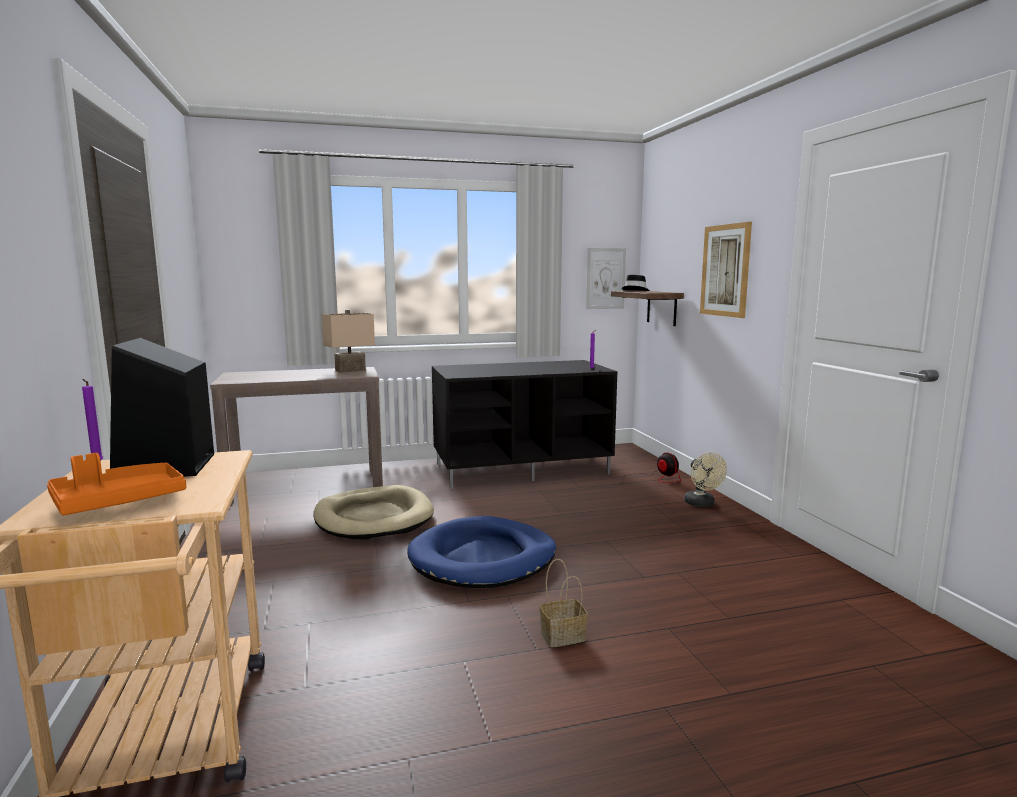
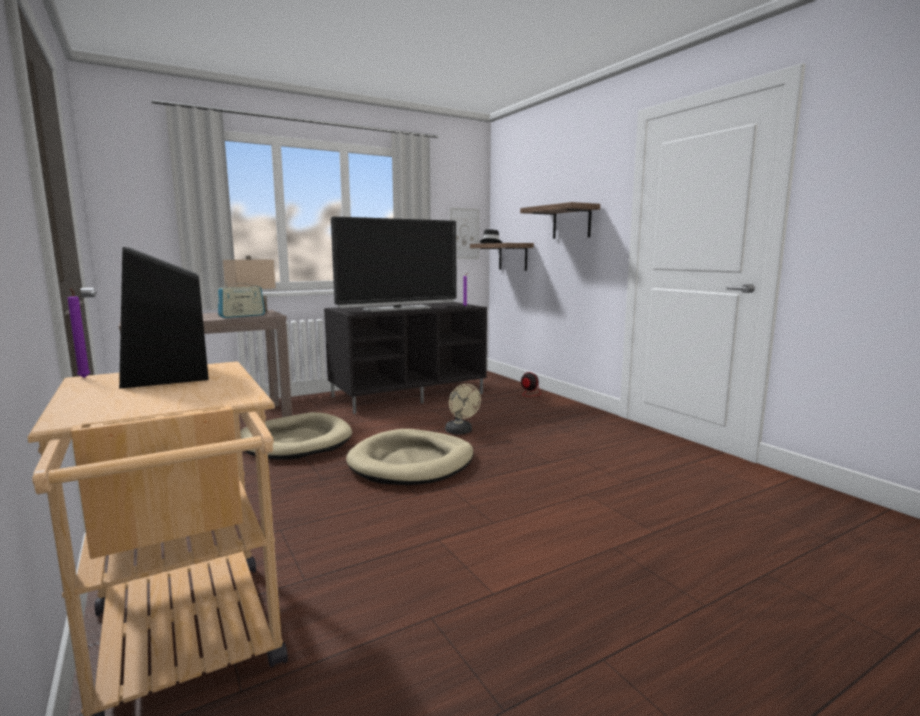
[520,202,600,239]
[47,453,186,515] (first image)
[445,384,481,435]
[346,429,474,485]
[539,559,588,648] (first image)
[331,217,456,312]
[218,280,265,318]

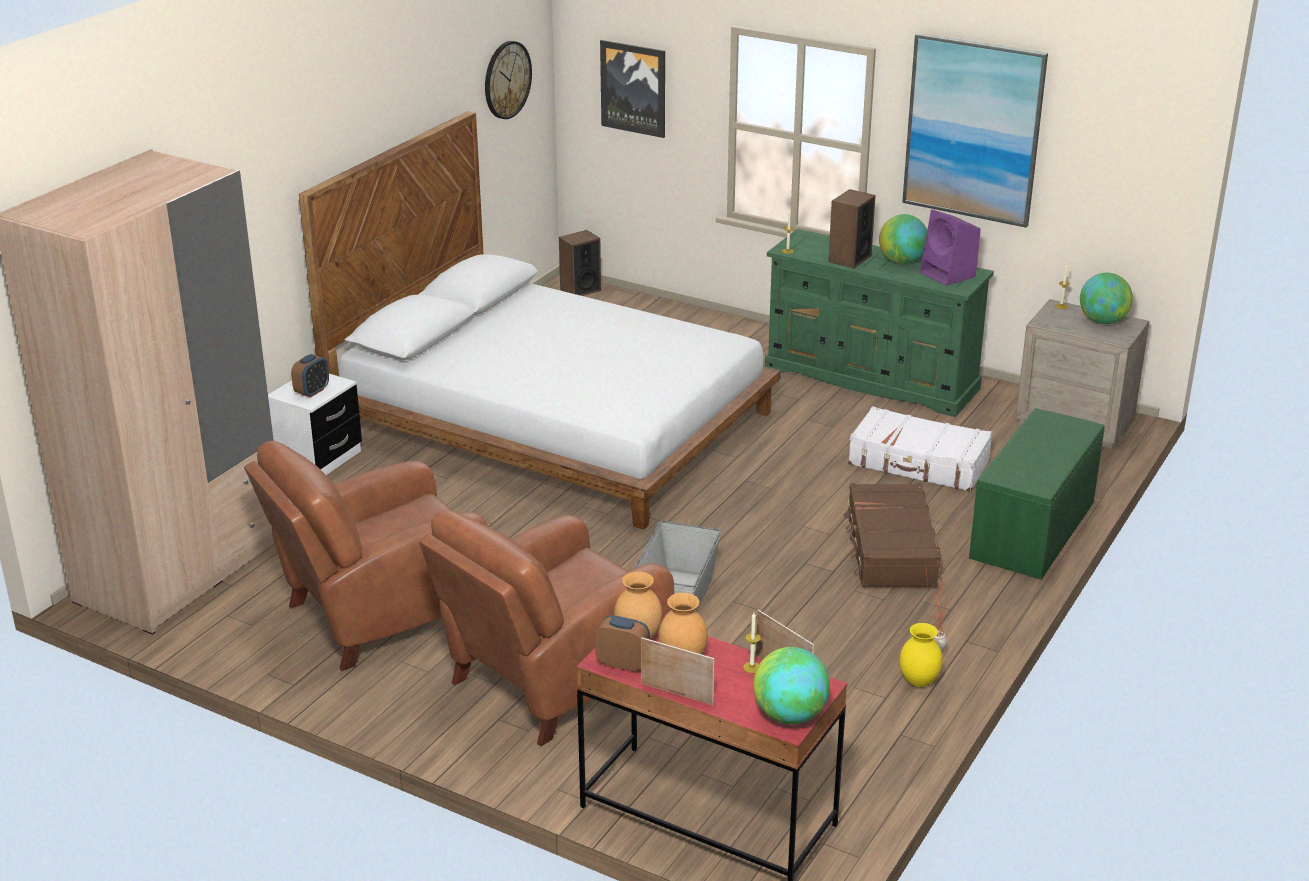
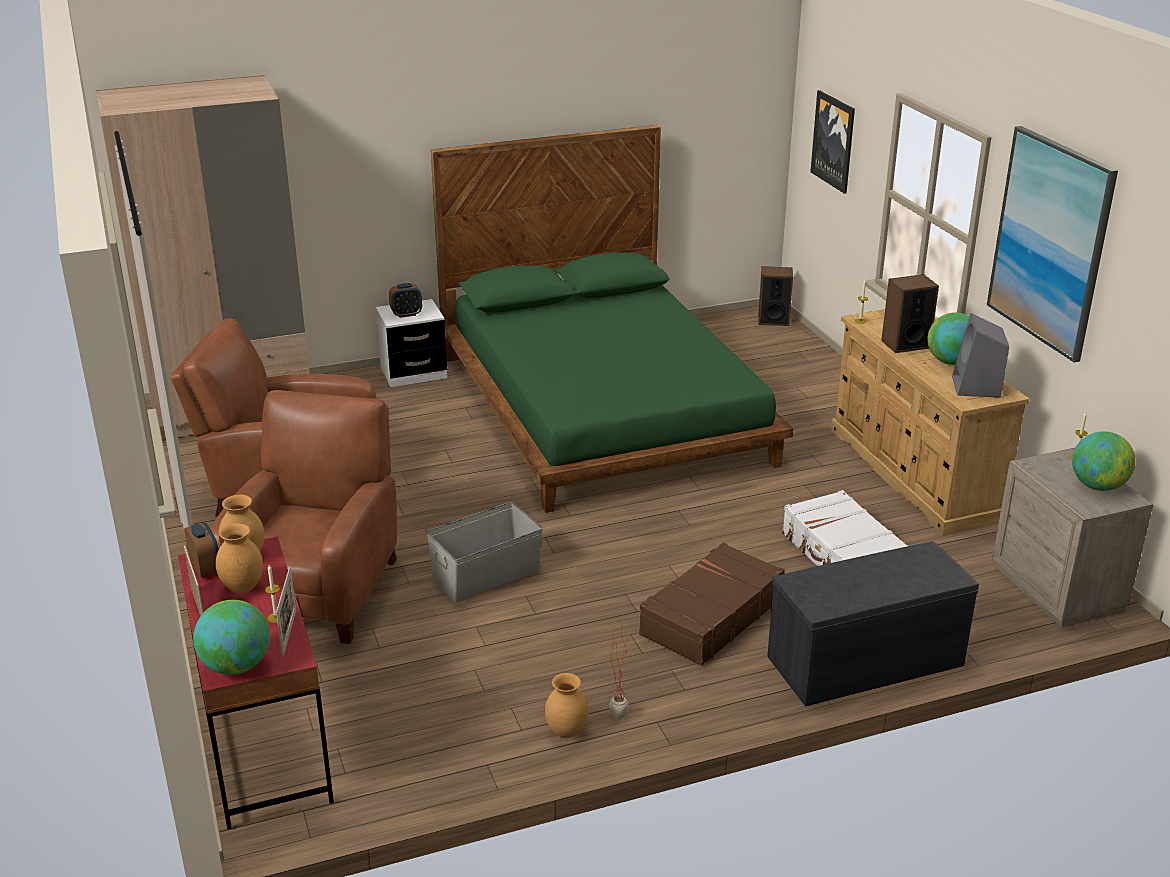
[485,41,532,119] (first image)
[431,125,793,513]
[952,313,1009,398]
[831,309,1029,536]
[767,541,979,707]
[210,390,397,644]
[545,673,589,738]

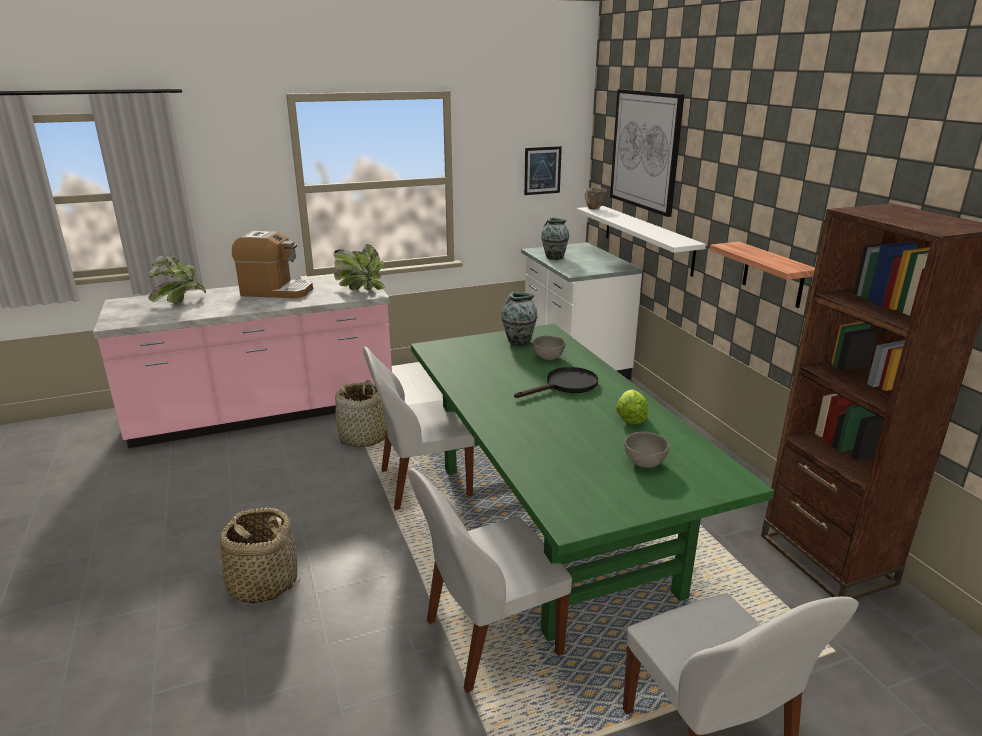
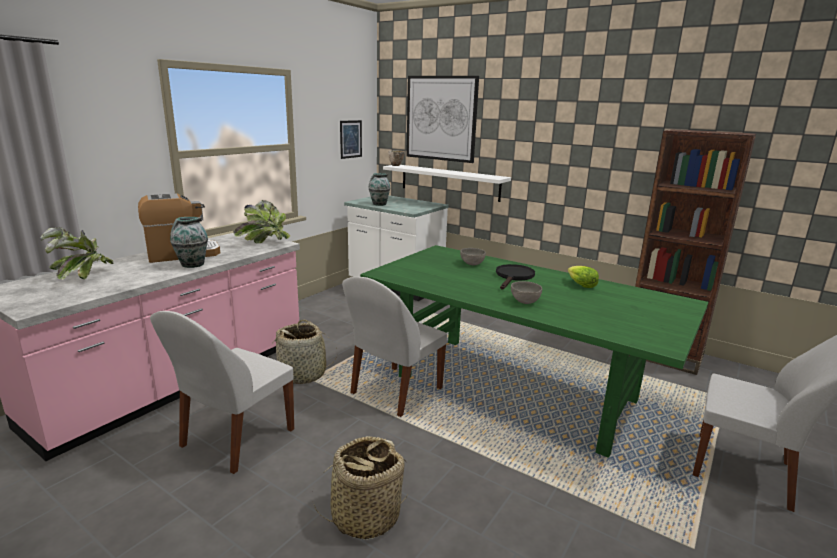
[709,242,815,308] (first image)
[170,217,208,268]
[511,281,542,304]
[150,311,294,474]

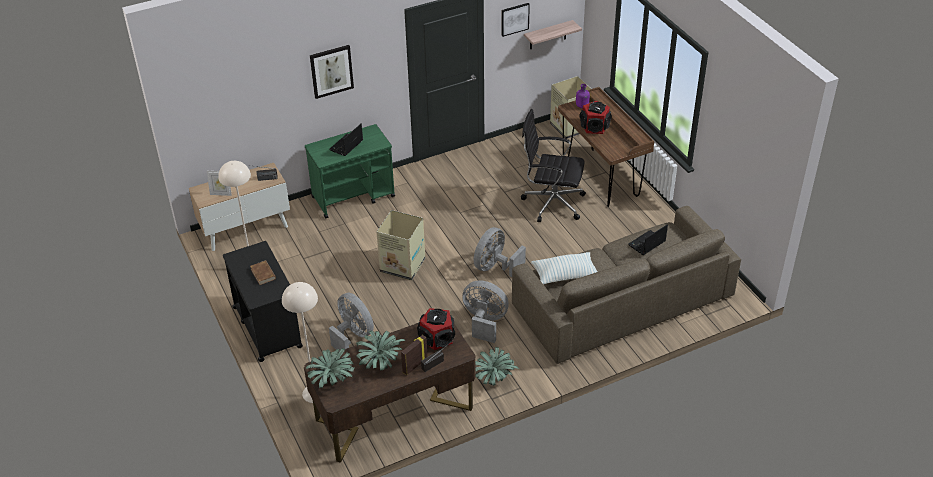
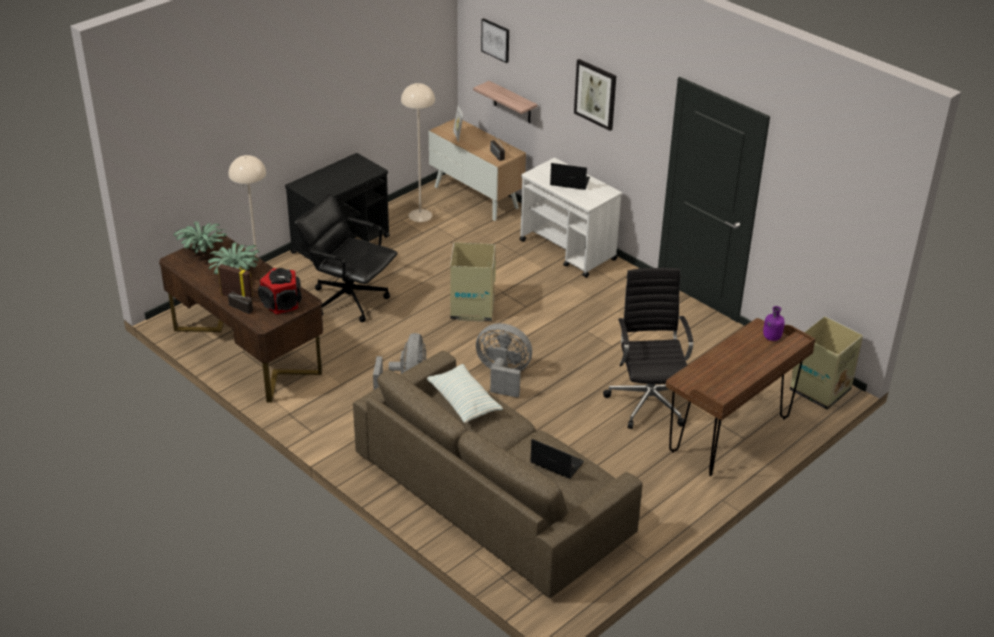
[481,18,509,63]
[473,81,537,123]
[580,101,612,134] (first image)
[519,158,622,278]
[250,260,276,285] (first image)
[294,193,398,322]
[475,347,519,386] (first image)

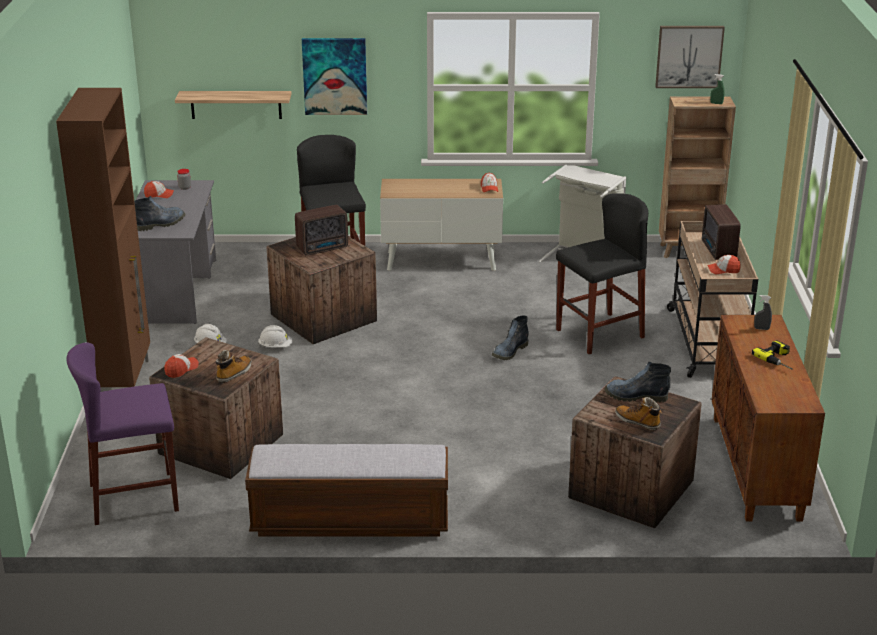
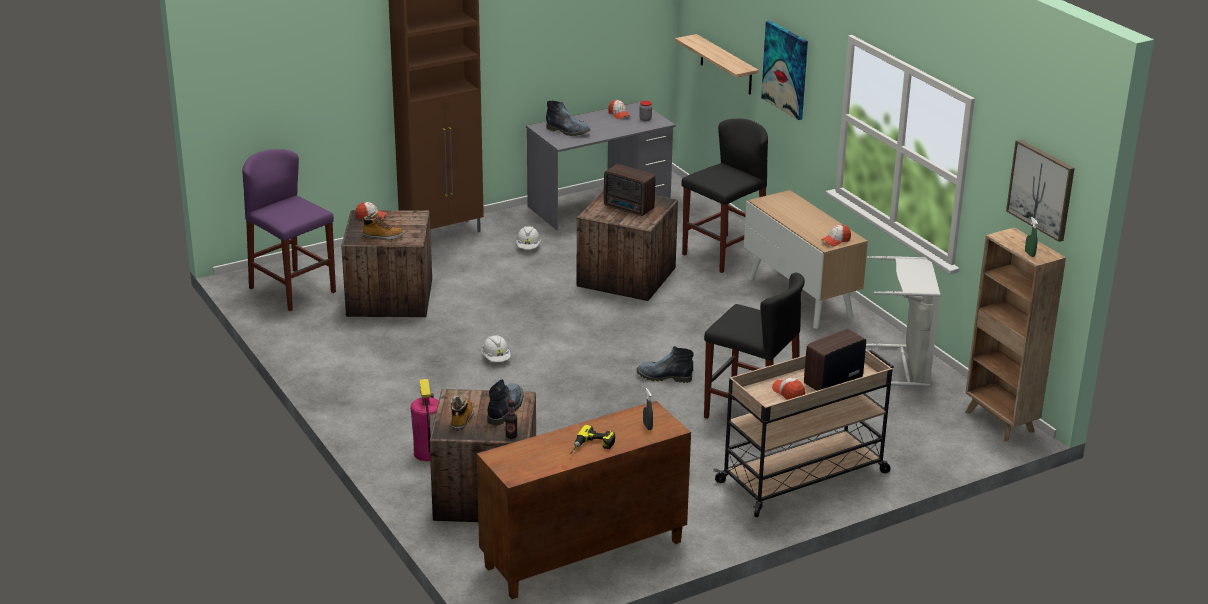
[482,335,510,362]
[487,379,524,425]
[245,444,448,536] (first image)
[411,379,439,461]
[505,400,518,439]

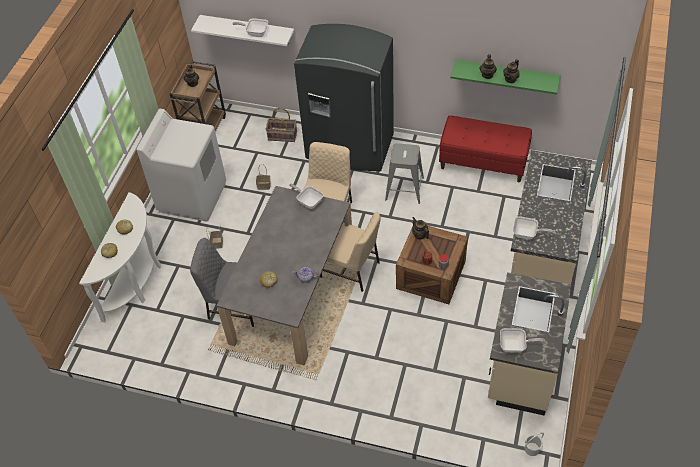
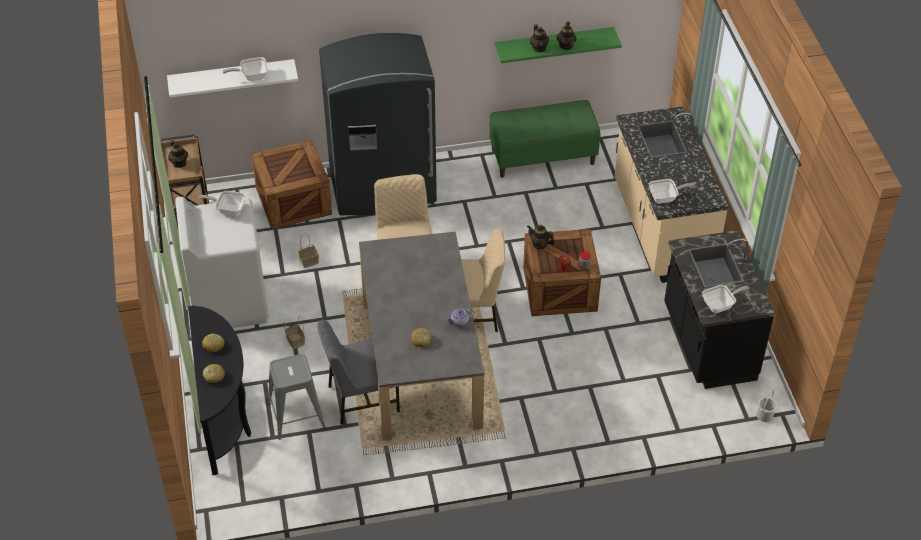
[251,140,332,229]
[489,100,600,178]
[268,354,326,440]
[199,191,246,216]
[188,306,251,475]
[664,230,775,389]

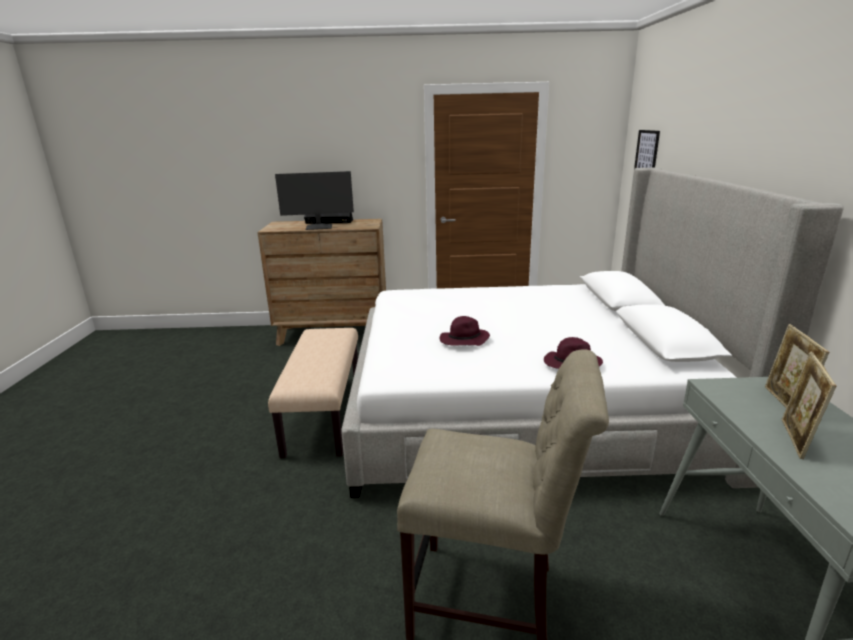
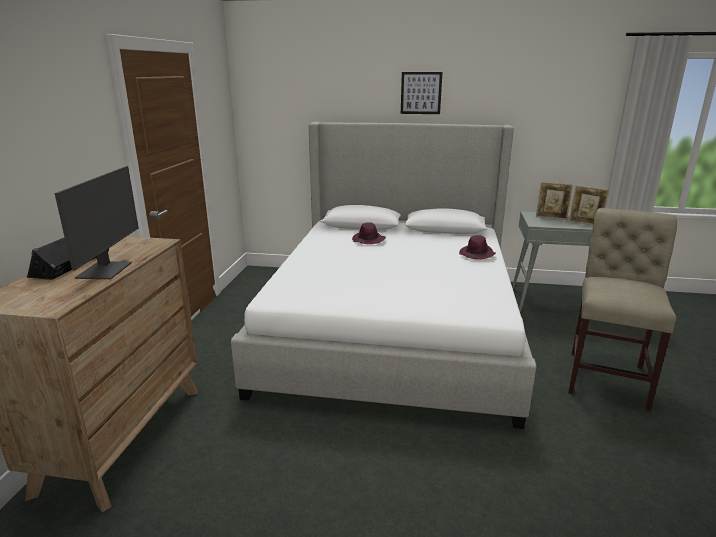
[401,72,443,114]
[352,223,386,244]
[268,328,358,458] (first image)

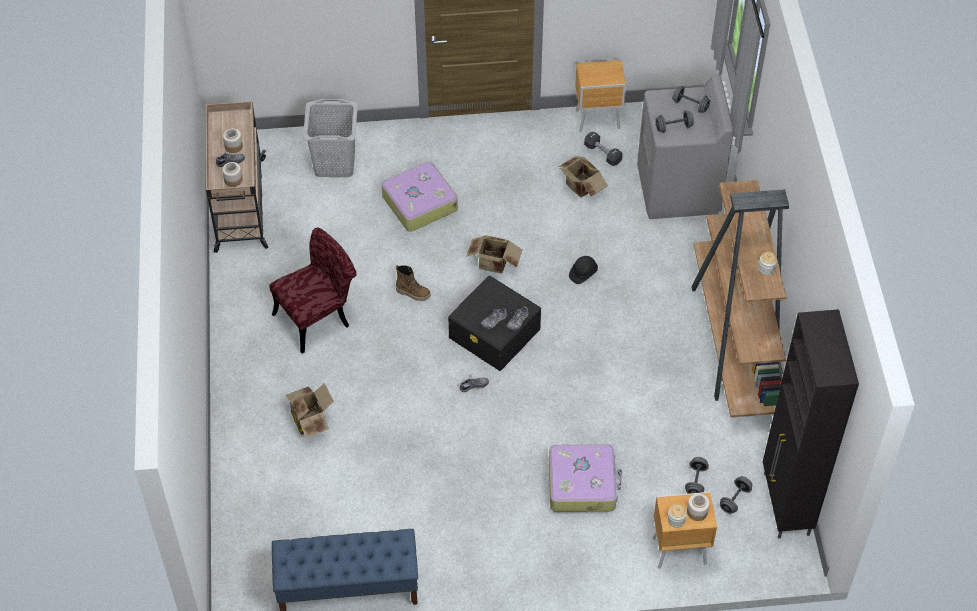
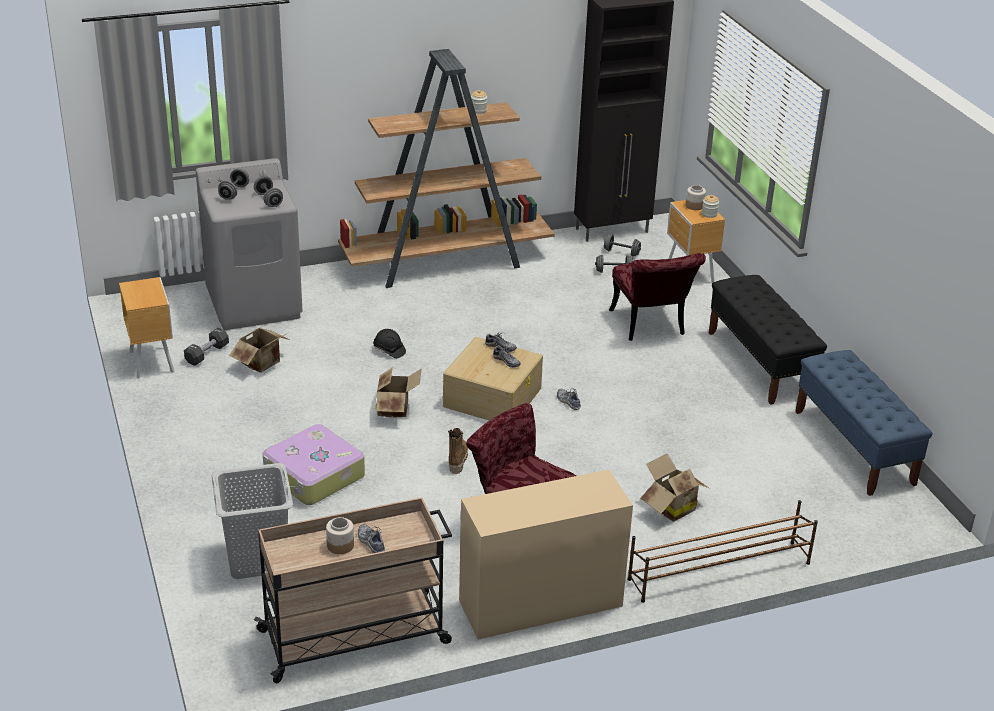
[222,162,243,187] (first image)
[442,337,543,421]
[609,253,706,341]
[709,275,827,405]
[459,470,633,640]
[627,500,818,603]

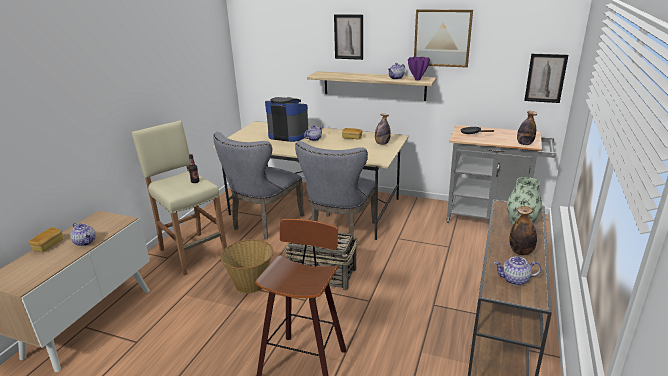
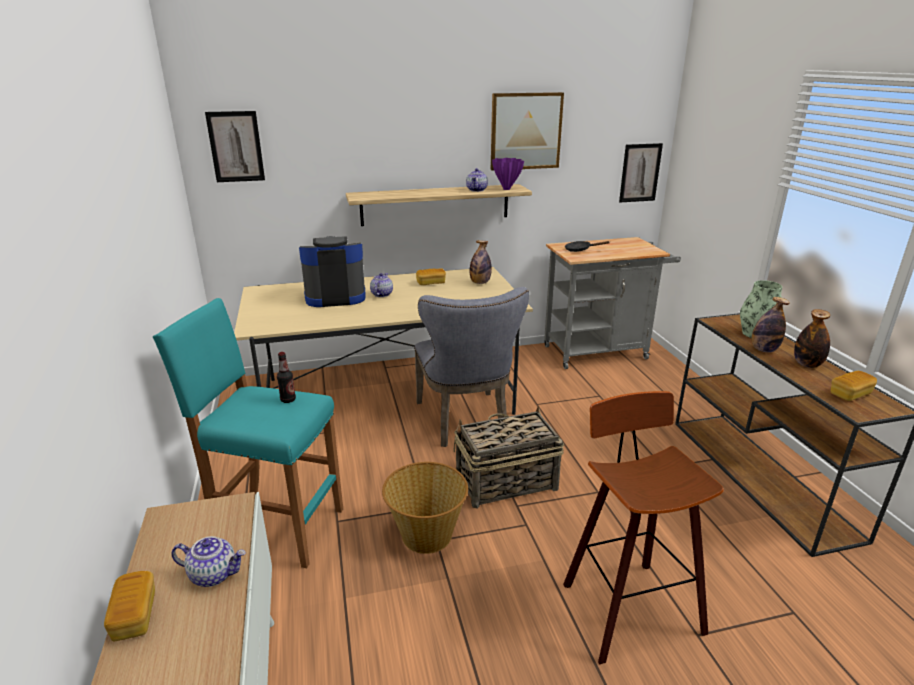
[205,111,265,182]
[751,297,790,353]
[153,298,343,568]
[213,132,304,239] (first image)
[831,371,877,401]

